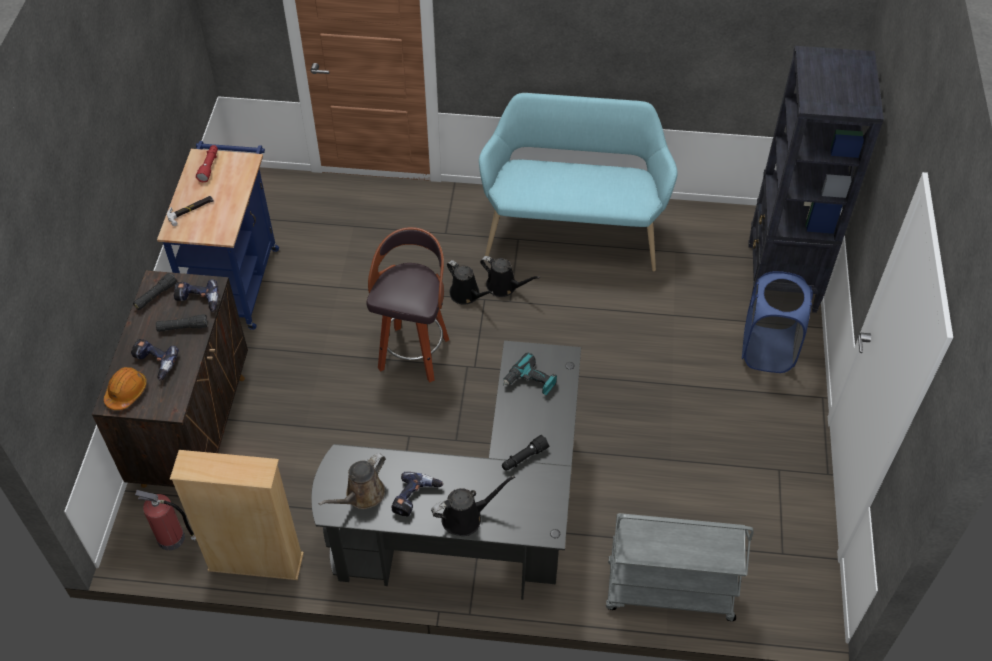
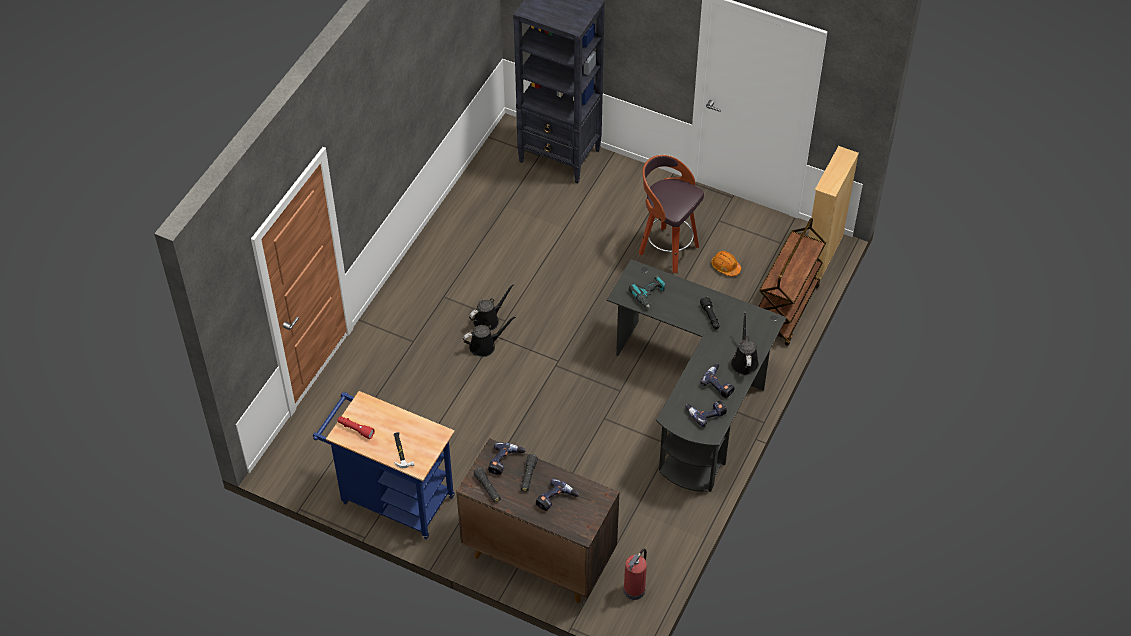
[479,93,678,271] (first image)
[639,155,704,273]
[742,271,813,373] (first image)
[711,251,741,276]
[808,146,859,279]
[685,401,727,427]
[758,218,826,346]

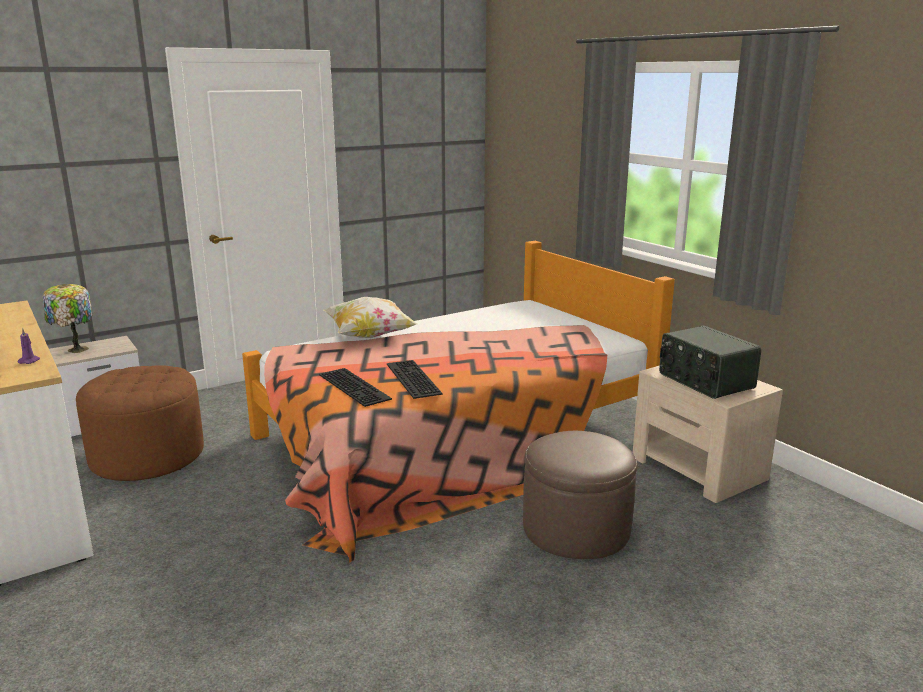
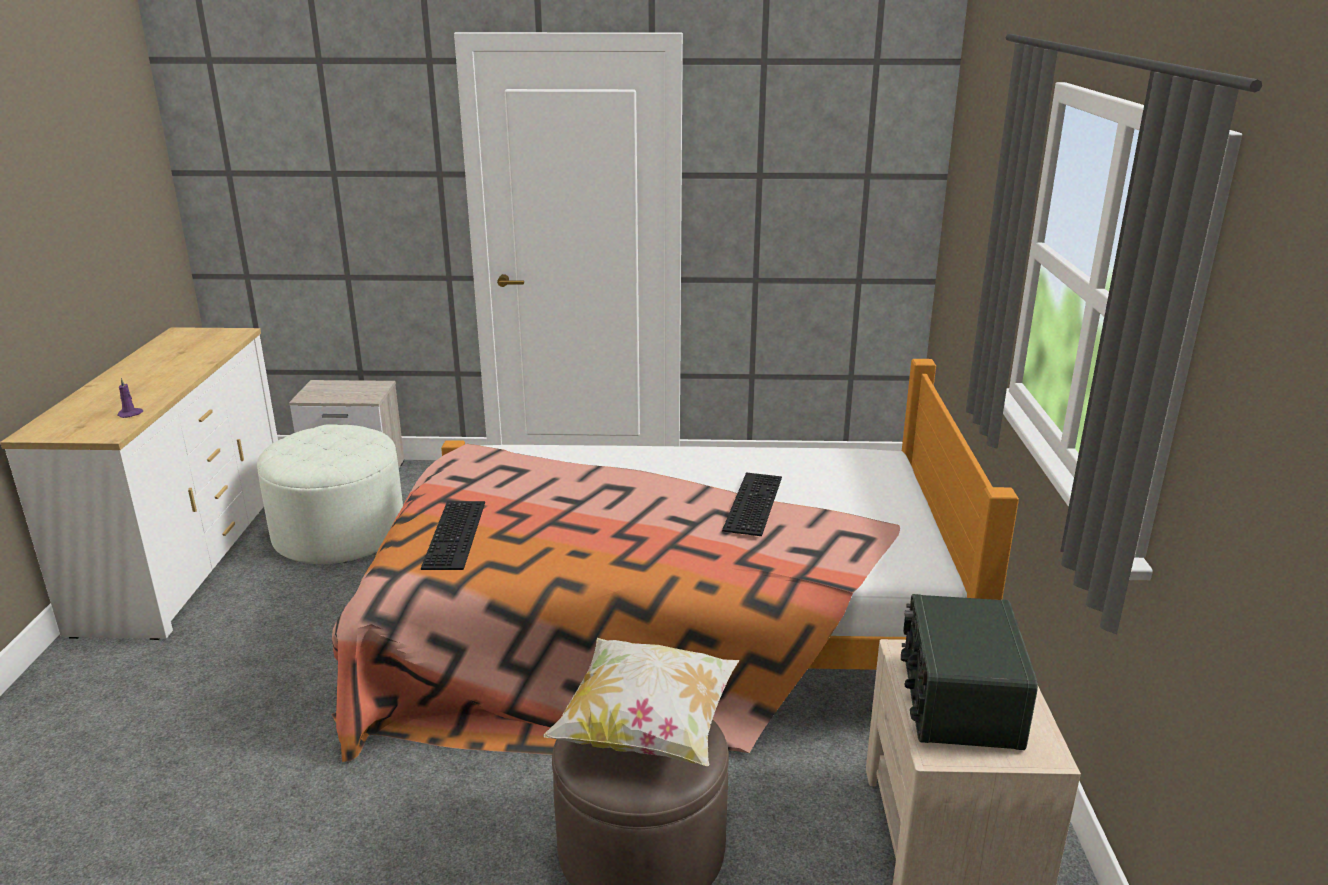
[43,284,92,353] (first image)
[543,638,739,766]
[722,472,782,536]
[257,424,403,564]

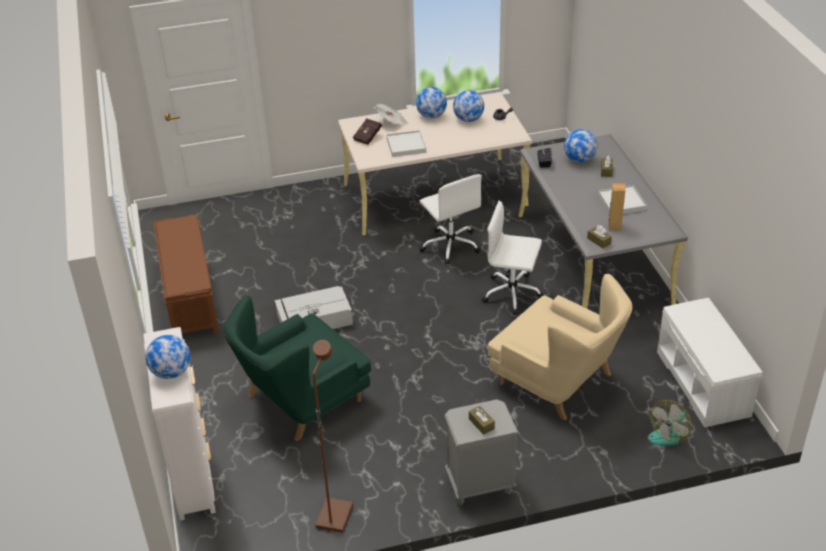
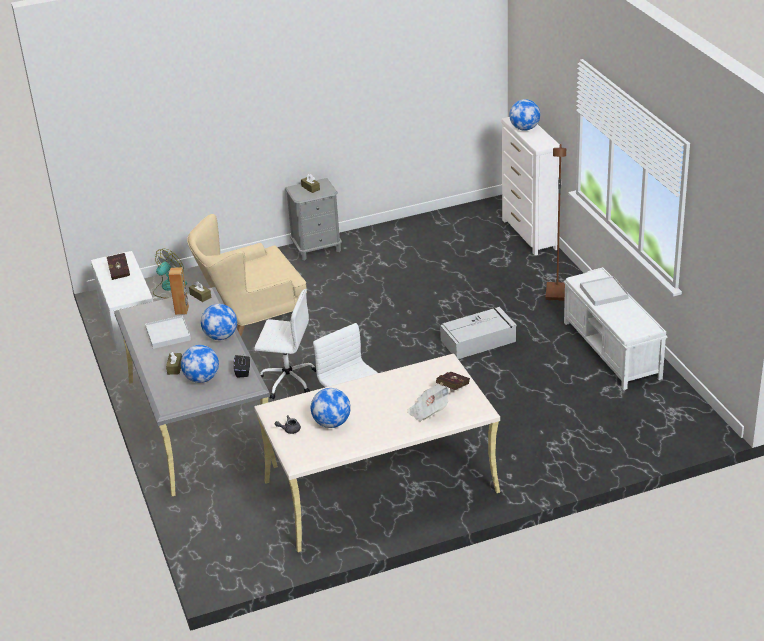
[201,304,237,340]
[580,276,629,306]
[564,267,668,390]
[187,214,307,336]
[223,295,371,441] (first image)
[545,144,566,301]
[107,253,130,280]

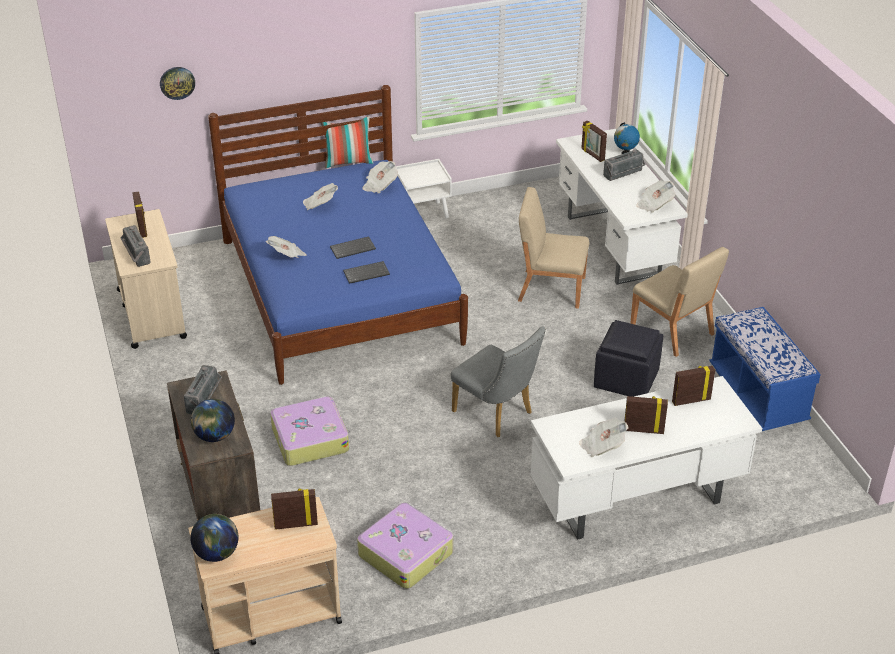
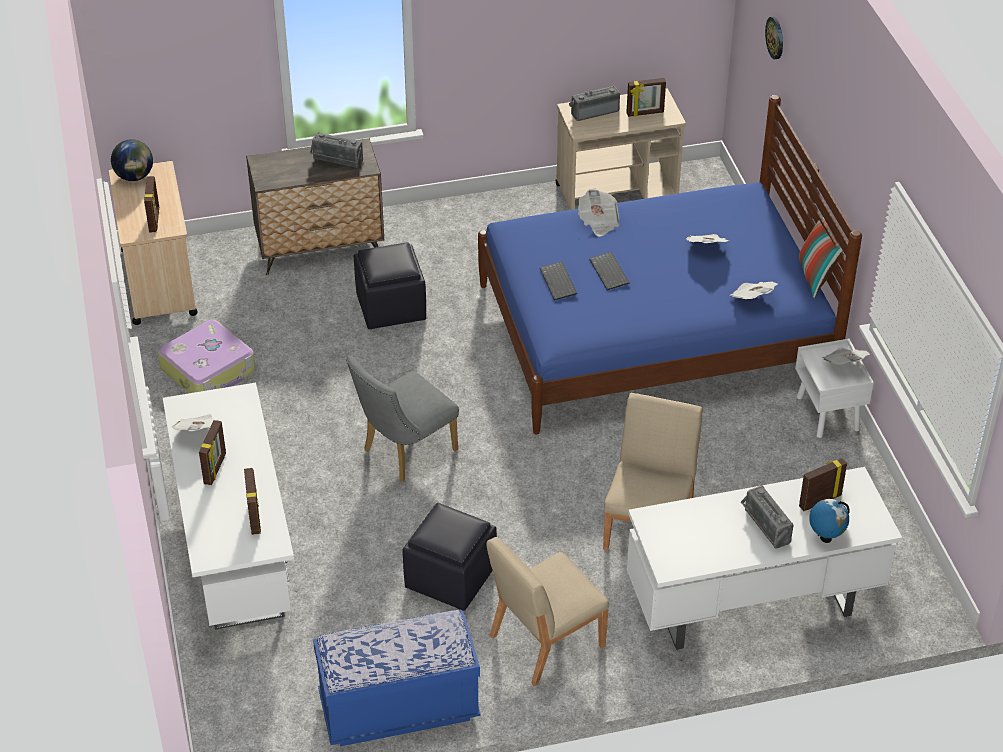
[822,348,870,365]
[354,242,426,329]
[191,399,235,442] (first image)

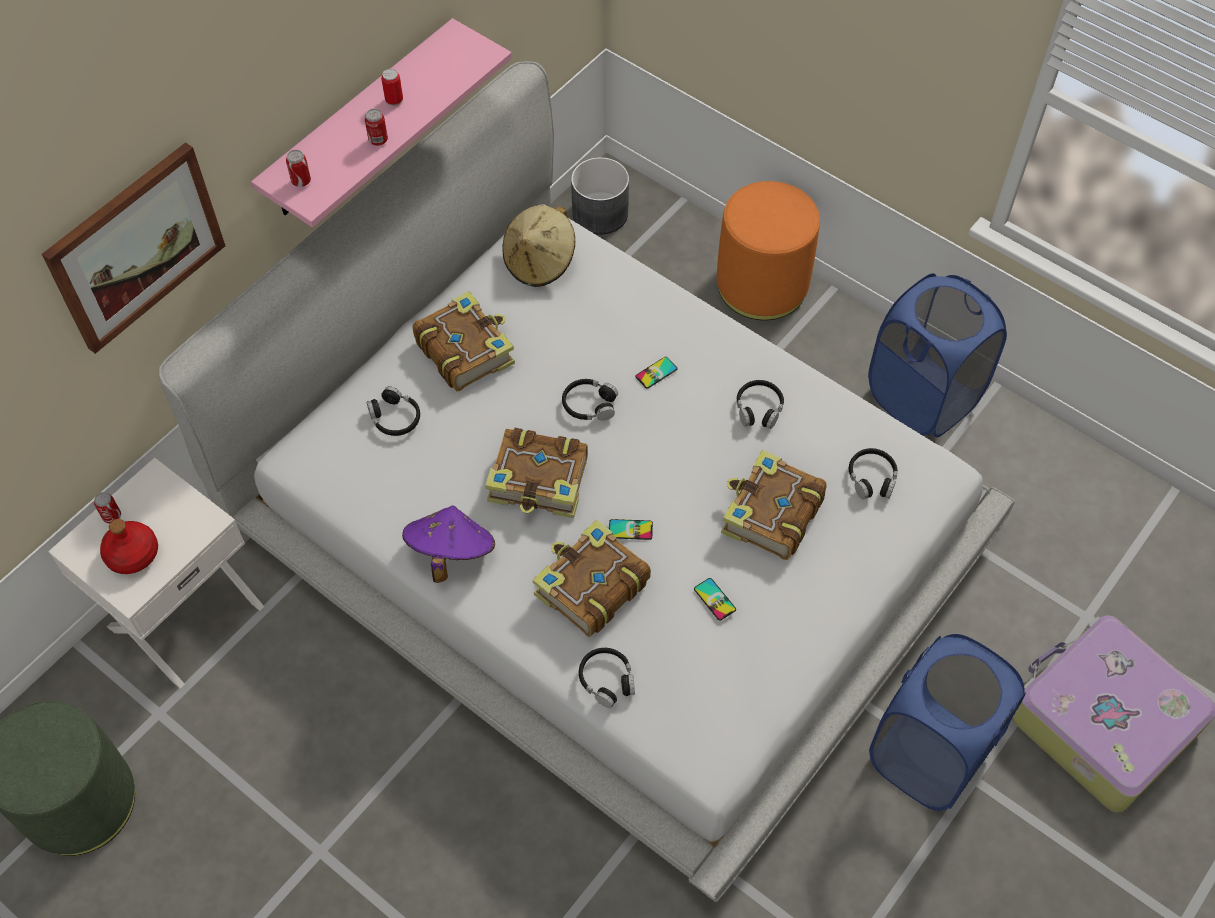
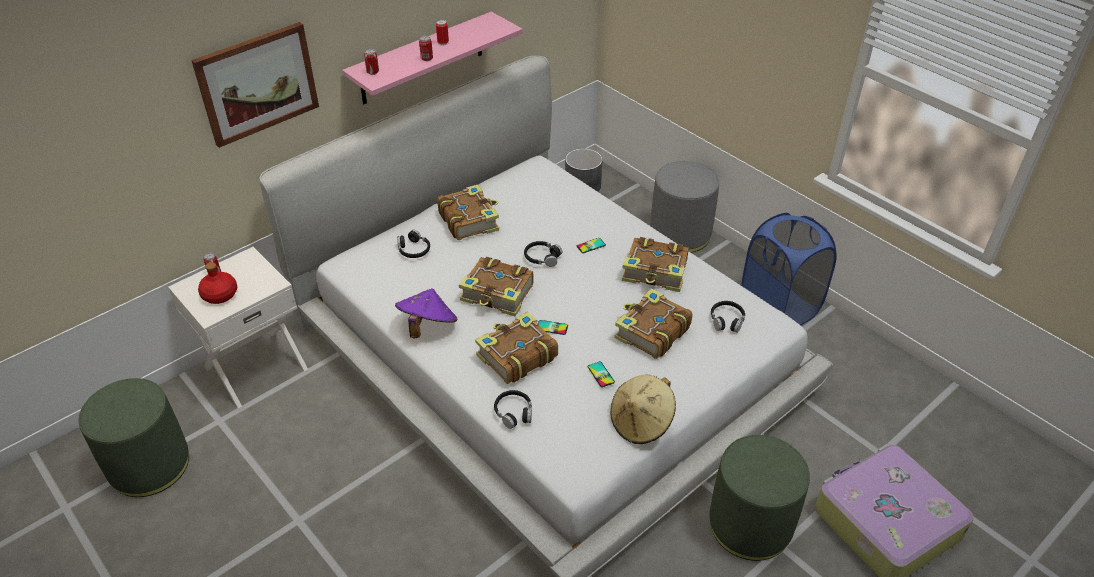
[650,161,719,253]
[611,375,676,444]
[622,237,689,292]
[709,435,810,561]

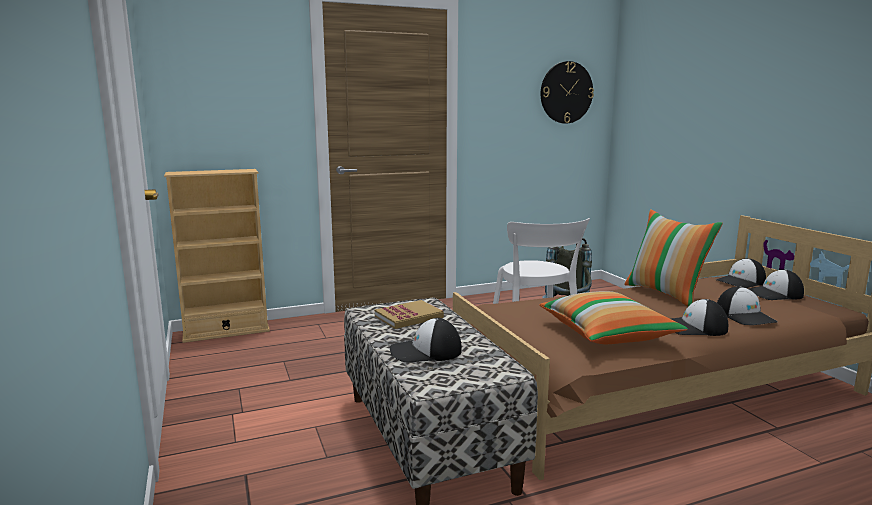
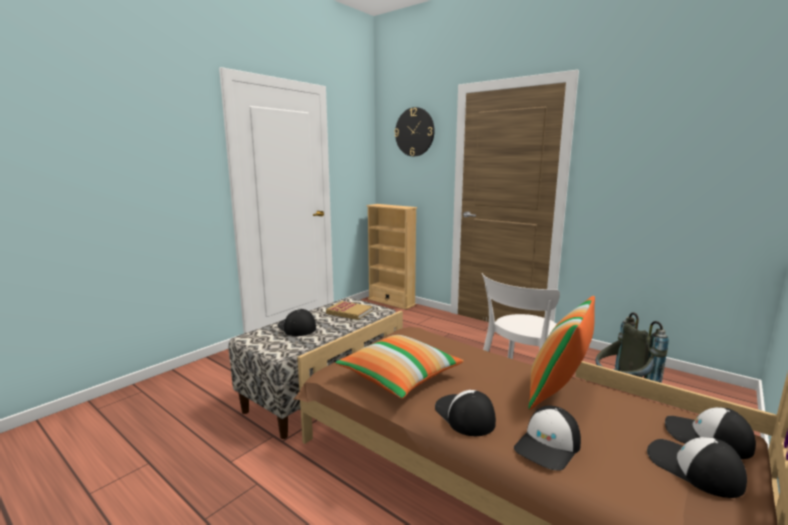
[394,107,435,156]

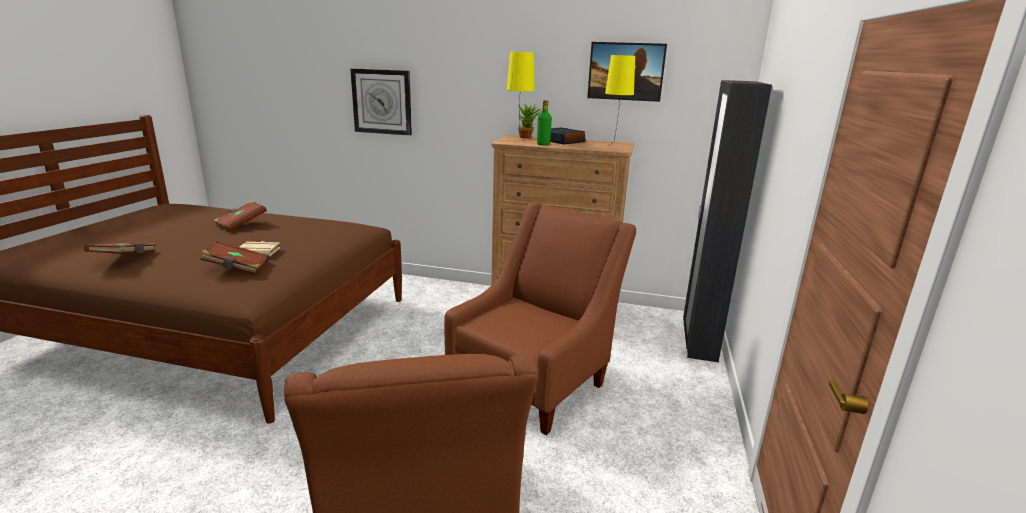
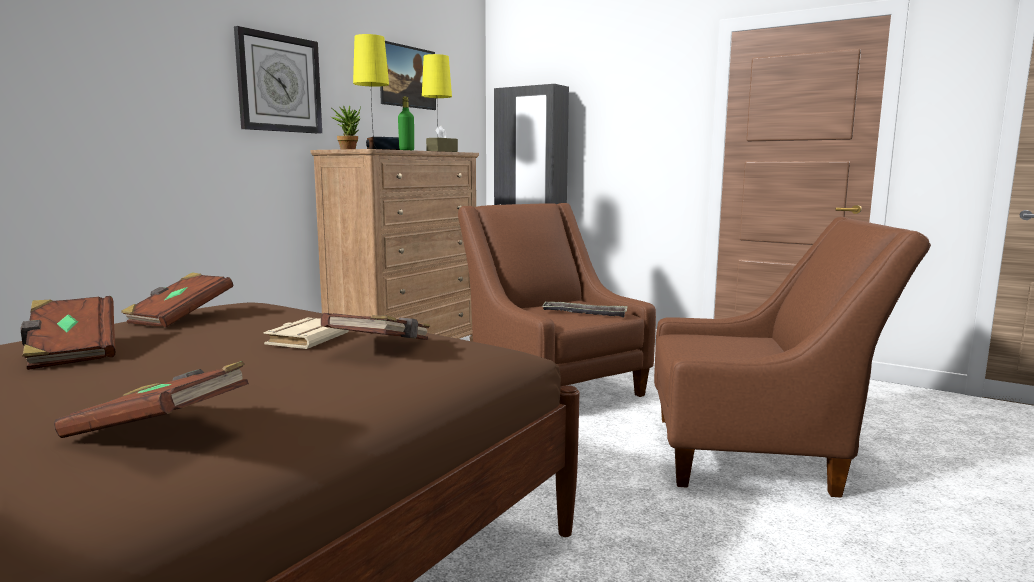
[234,26,322,134]
[426,126,458,152]
[121,272,233,327]
[542,302,628,317]

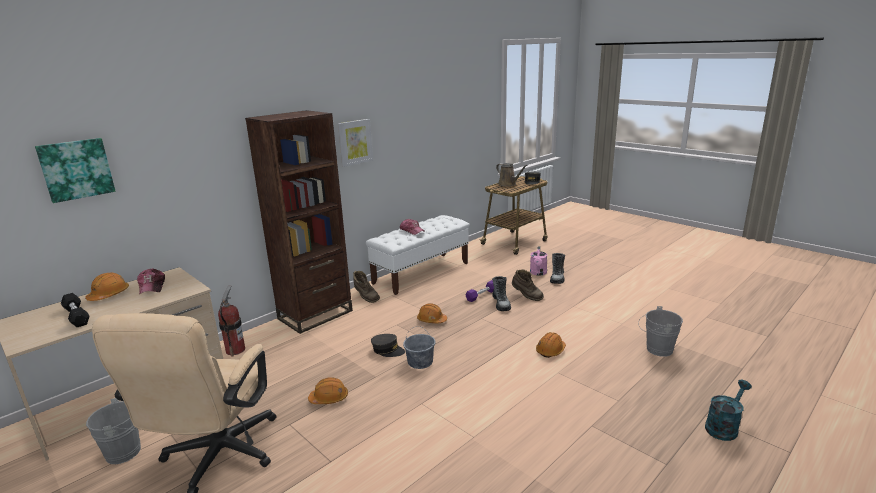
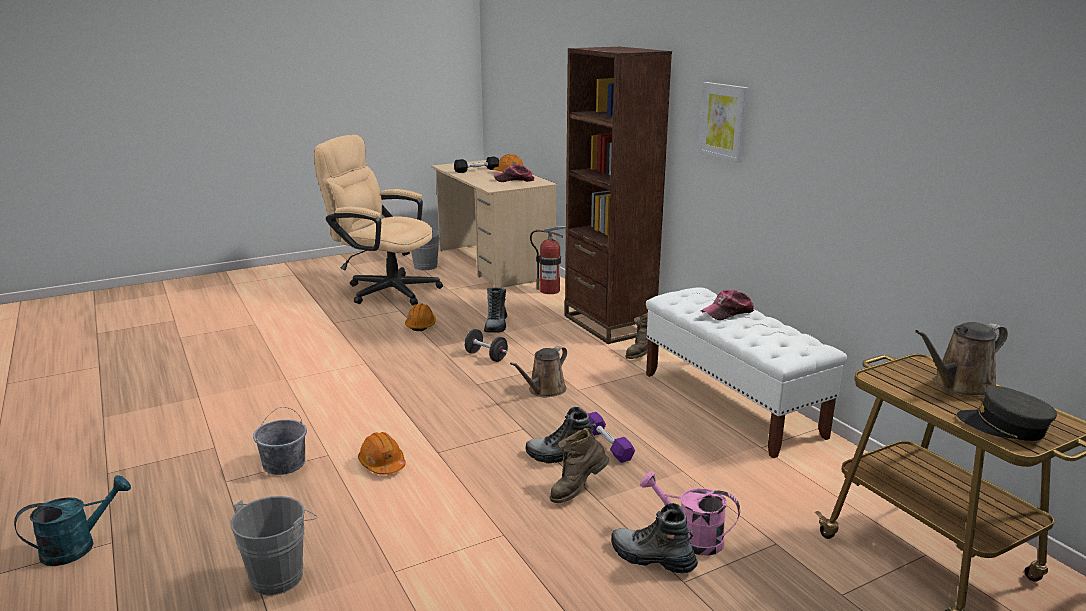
[35,138,116,203] (first image)
[510,346,567,397]
[253,407,307,475]
[465,329,508,362]
[14,475,131,566]
[484,287,507,333]

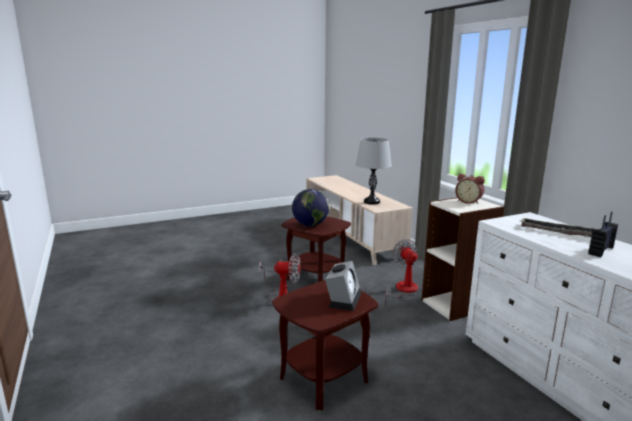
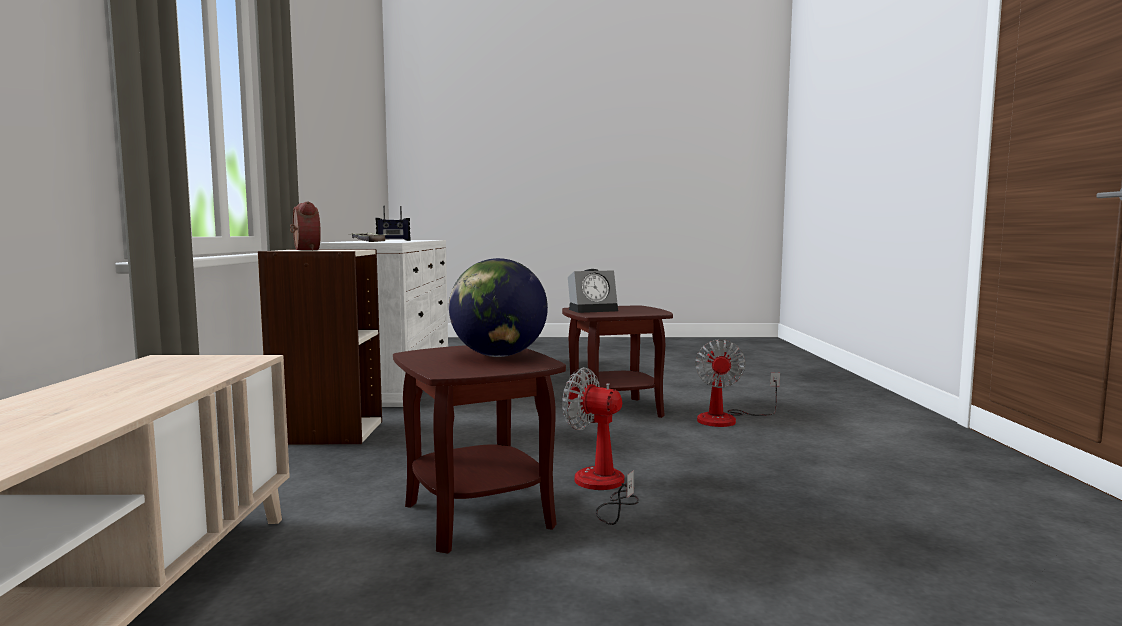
[356,138,392,205] (first image)
[695,339,780,427]
[568,269,618,313]

